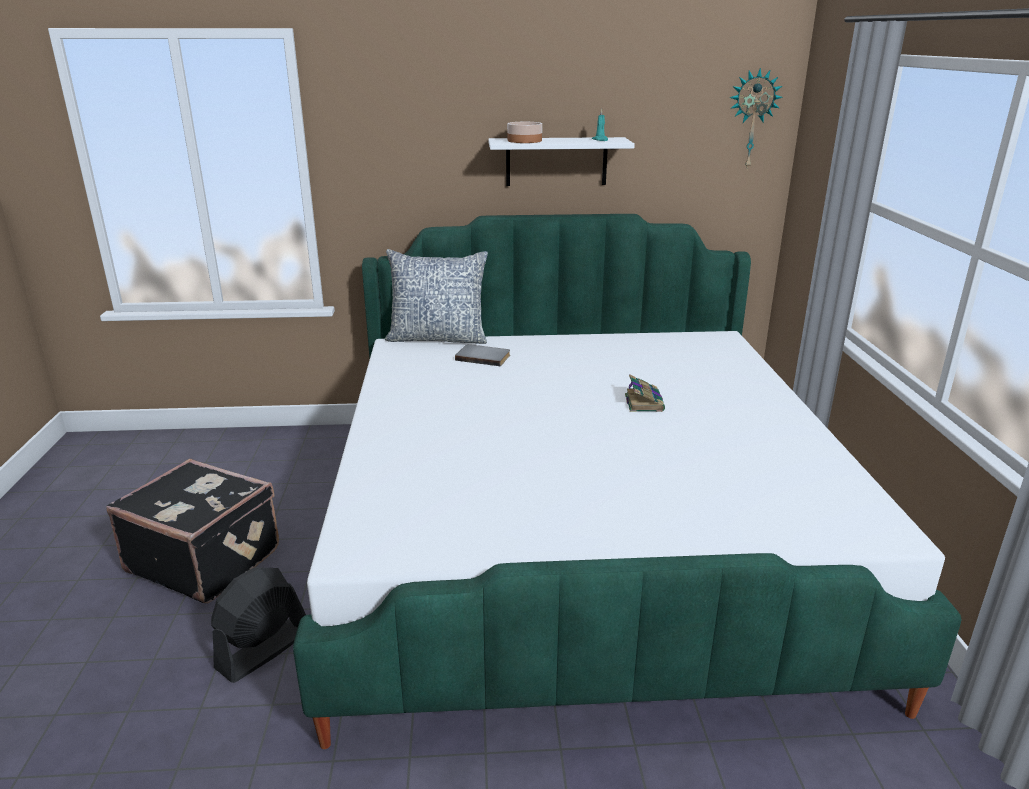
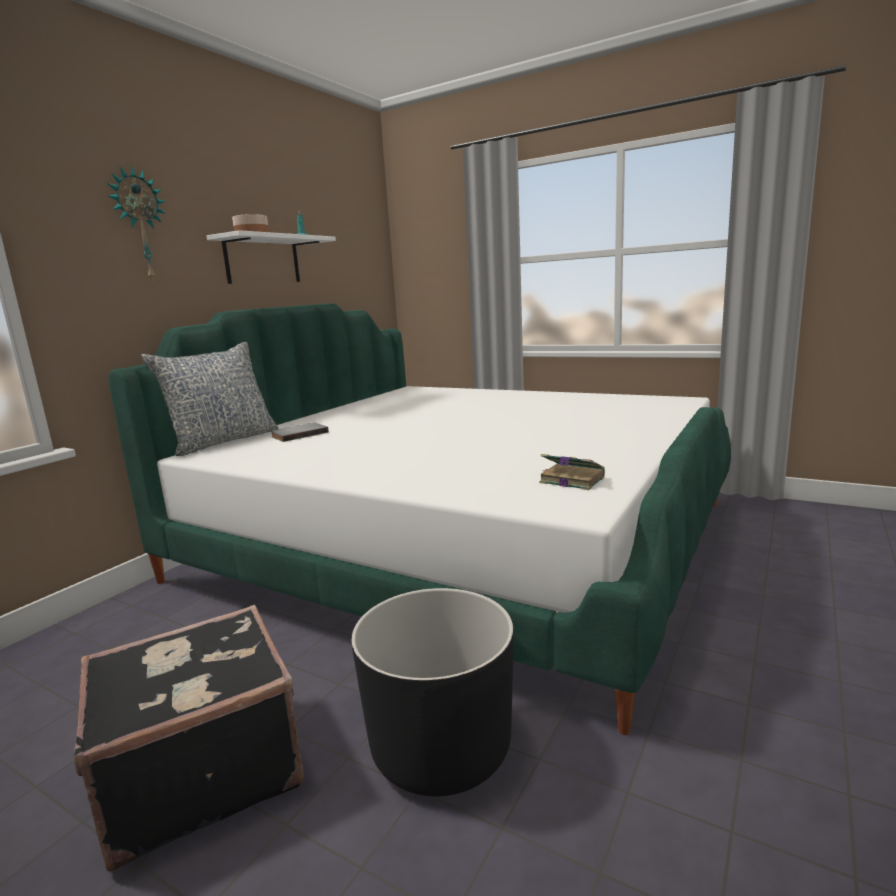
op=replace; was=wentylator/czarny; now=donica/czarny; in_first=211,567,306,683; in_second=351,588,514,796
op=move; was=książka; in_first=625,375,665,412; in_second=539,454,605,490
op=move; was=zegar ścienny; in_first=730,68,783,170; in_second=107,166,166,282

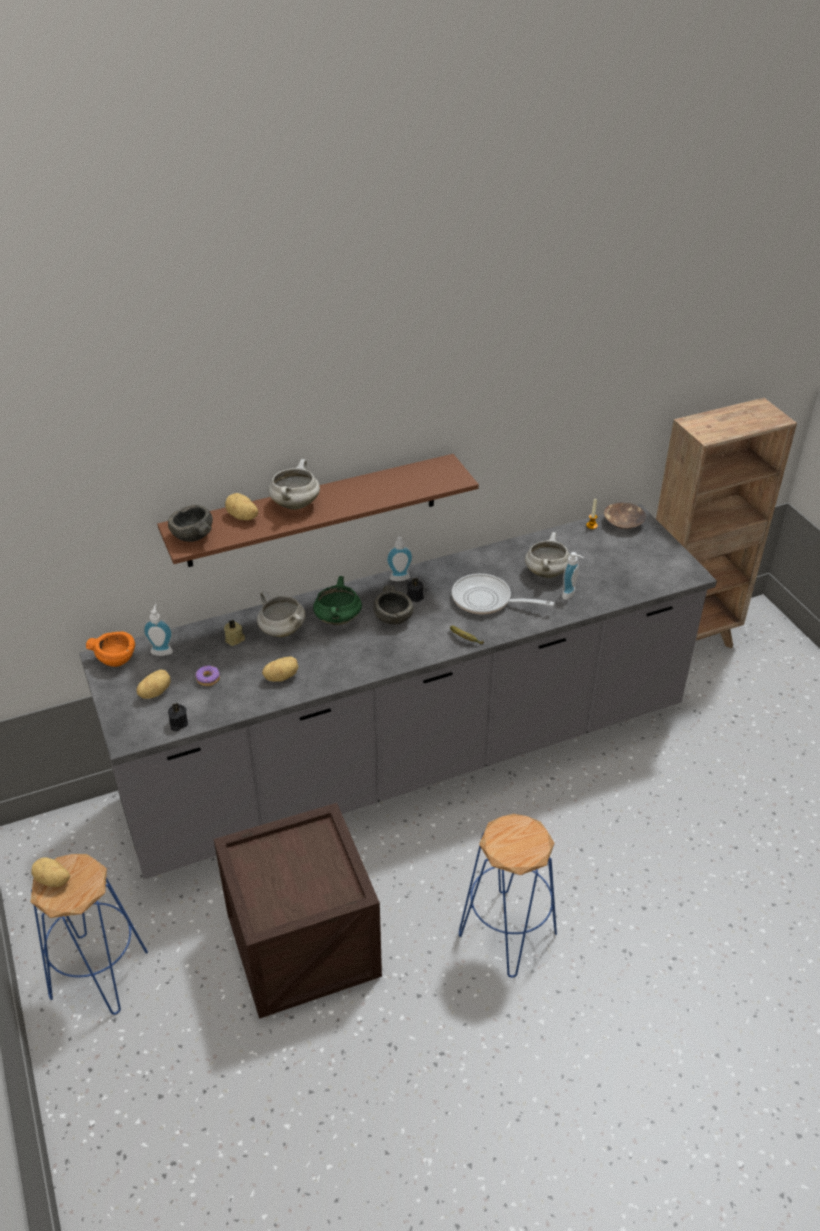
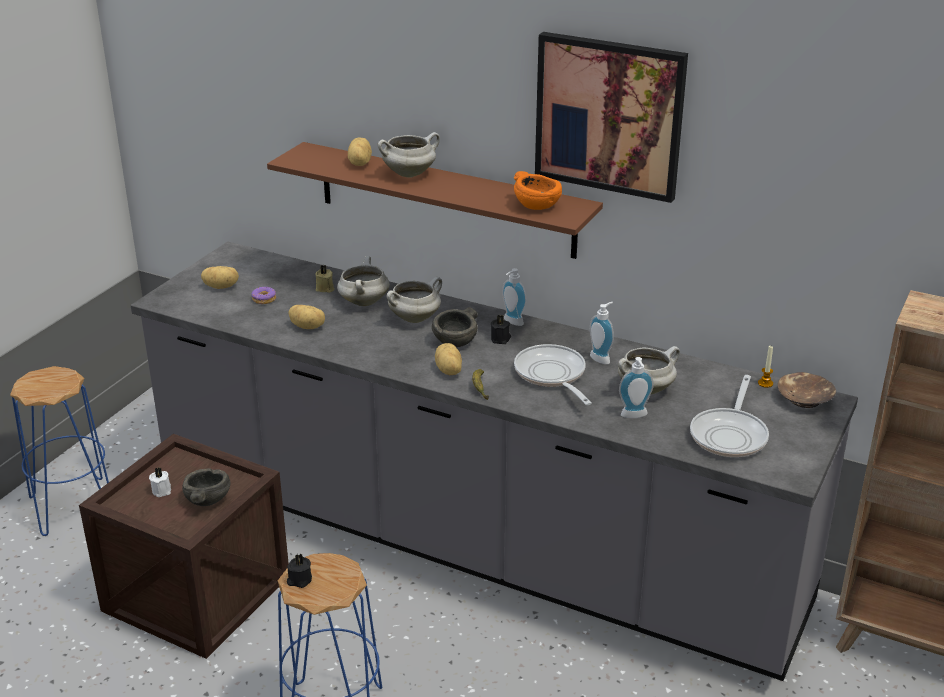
op=move; was=ziemniak; in_first=32,857,70,887; in_second=435,343,462,375
op=move; was=miska/pomarańczowy; in_first=86,631,135,667; in_second=514,171,562,210
op=move; was=dozownik mydła; in_first=143,604,173,656; in_second=590,302,614,364
op=move; was=miska/szary; in_first=168,505,213,542; in_second=182,468,231,506
op=move; was=świeca/czarny; in_first=168,703,188,731; in_second=287,554,312,588
op=recolor; was=garnek/zielony; now=garnek/biały; in_first=313,576,362,625; in_second=386,277,442,323
op=insert; now=świeca/biały; in_second=149,467,171,497
op=insert; now=obraz; in_second=535,32,688,203
op=insert; now=patelnia; in_second=690,375,769,457

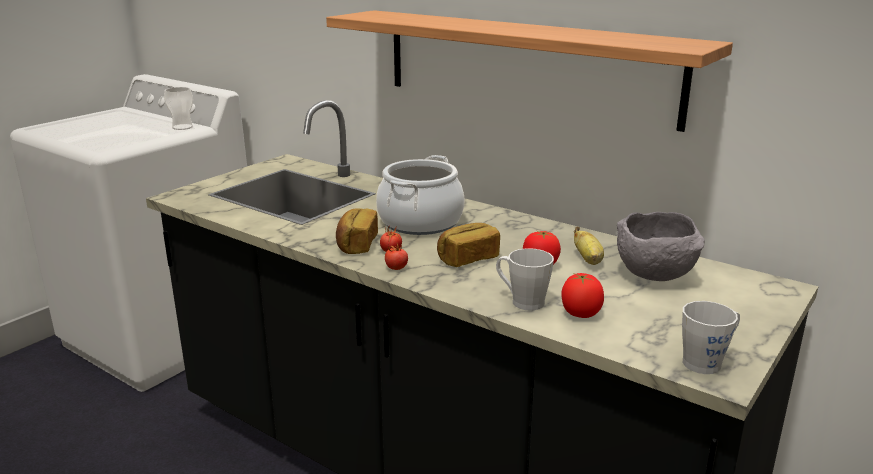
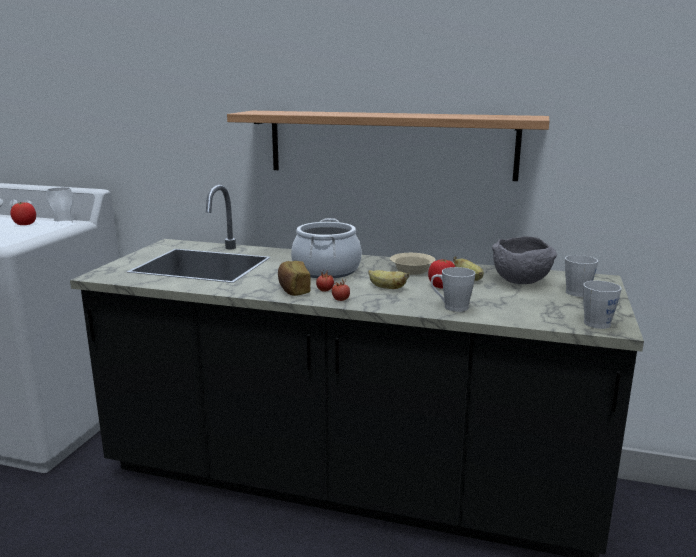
op=replace; was=chleb; now=banan; in_first=437,223,500,267; in_second=368,270,410,289
op=move; was=pomidor; in_first=561,273,604,318; in_second=10,202,36,225
op=insert; now=miska/beżowy; in_second=390,253,435,275
op=insert; now=kubek/szary; in_second=565,255,598,297

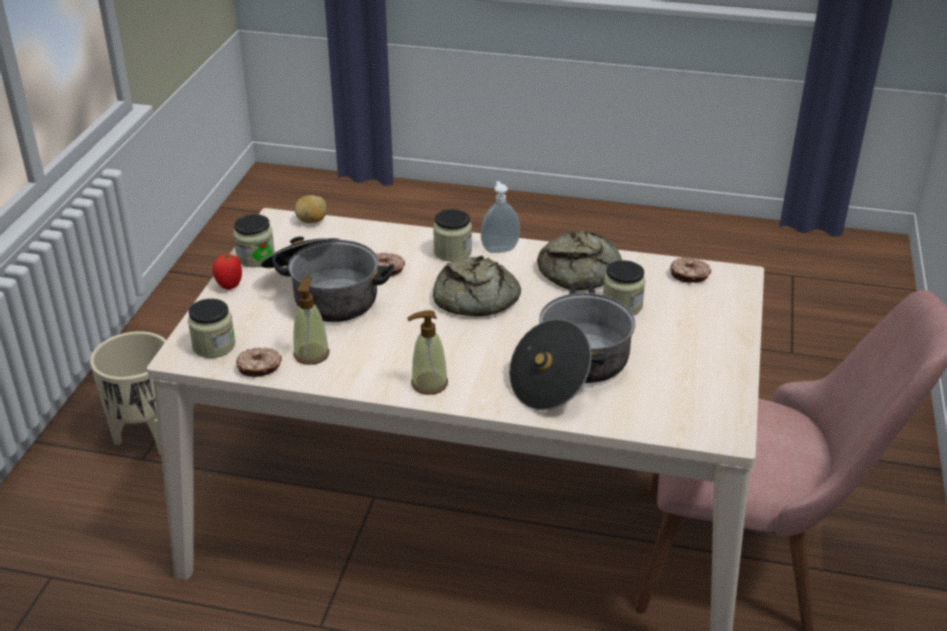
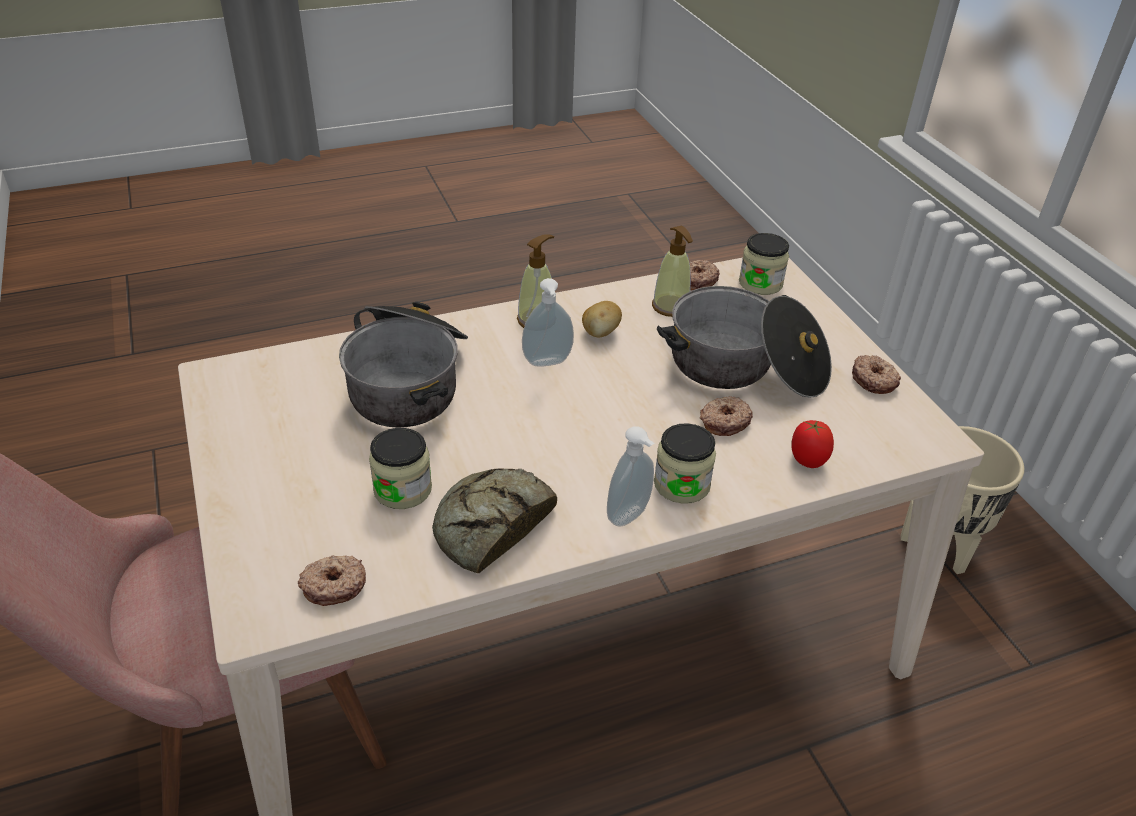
op=move; was=pomidor; in_first=213,254,242,290; in_second=791,420,834,468
op=replace; was=słoik; now=donut; in_first=233,214,275,267; in_second=852,355,901,394
op=move; was=ziemniak; in_first=295,195,327,223; in_second=582,301,622,337
op=delete; was=chleb; in_first=433,255,521,316
op=insert; now=dozownik mydła; in_second=522,278,574,367

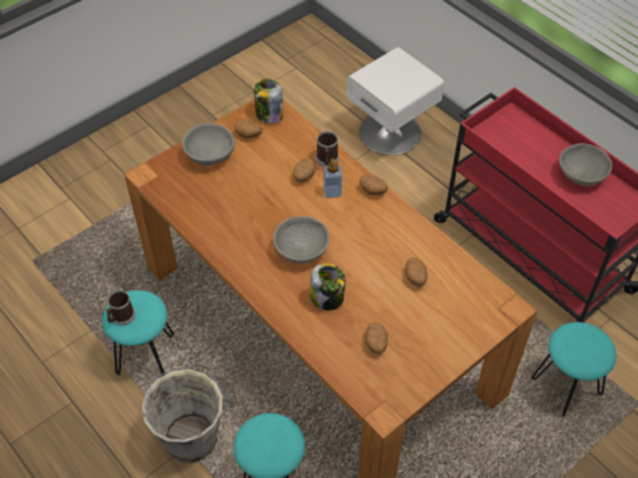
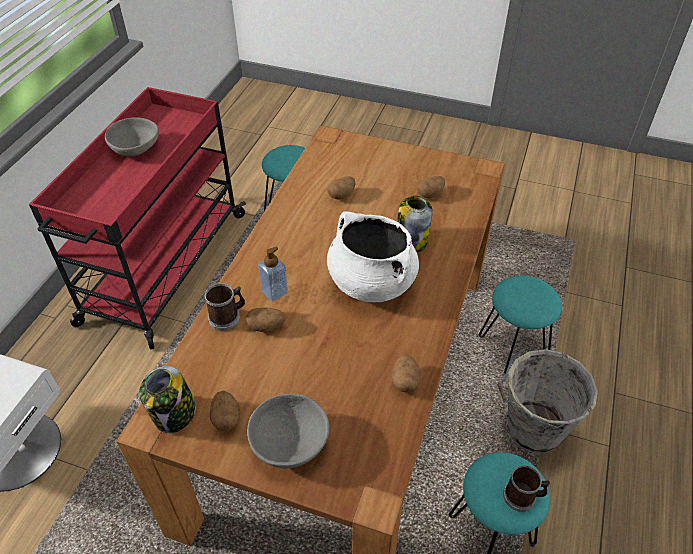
op=replace; was=miska/szary; now=garnek/biały; in_first=273,216,330,264; in_second=327,211,419,302
op=move; was=ziemniak; in_first=359,174,388,195; in_second=392,355,421,393

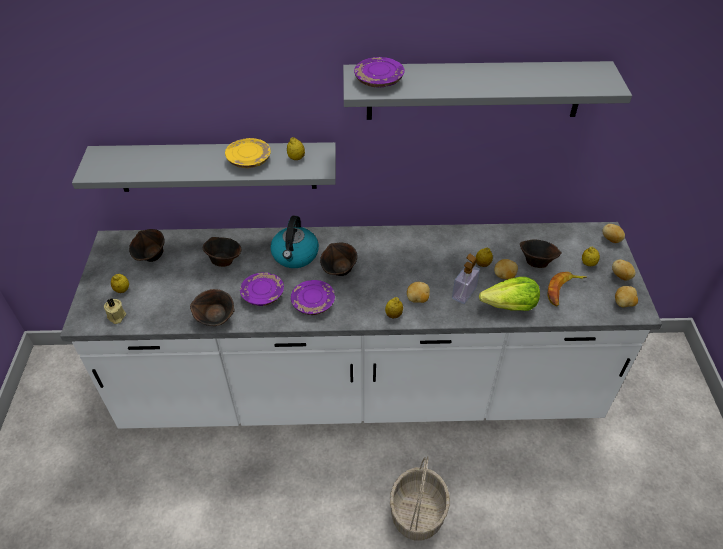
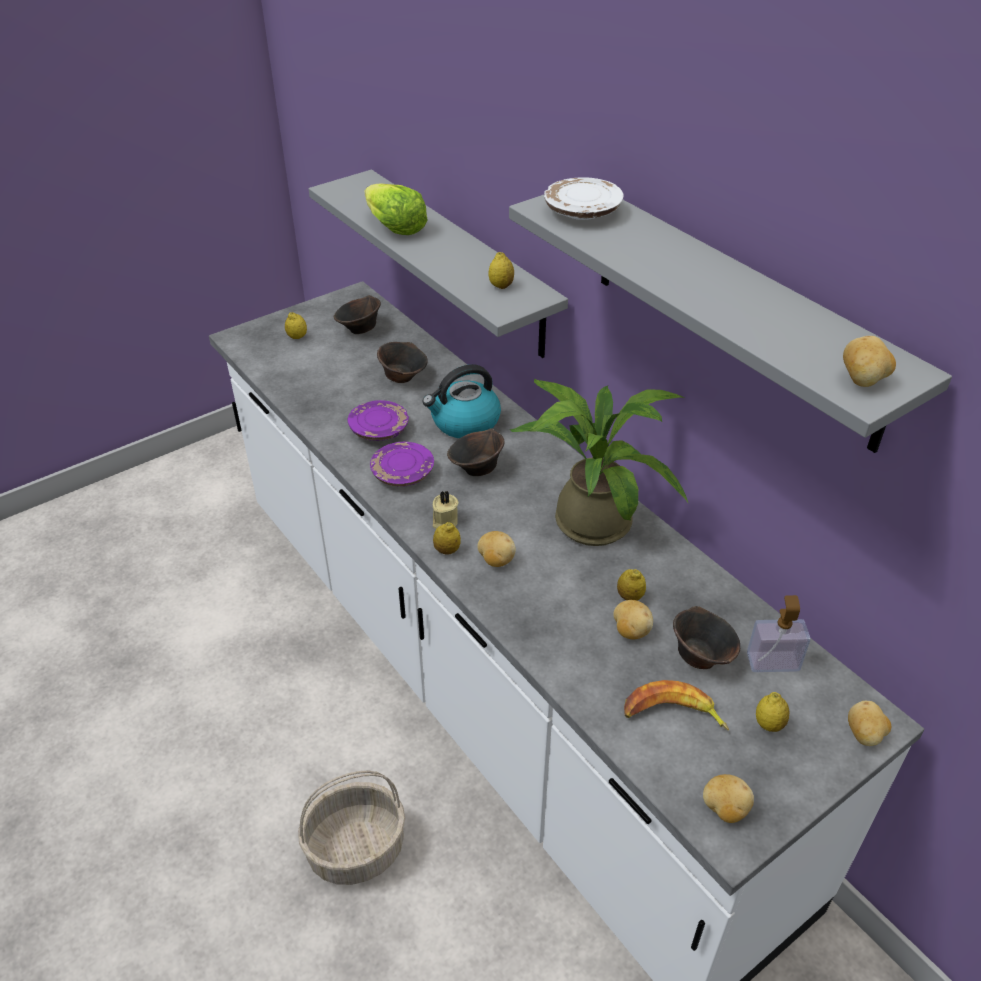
op=move; was=świeca/beżowy; in_first=104,298,126,324; in_second=433,491,458,529
op=delete; was=miska/brązowy; in_first=190,289,235,326
op=delete; was=talerz/żółty; in_first=225,138,271,168
op=recolor; was=talerz/fioletowy; now=talerz/biały; in_first=354,57,405,87; in_second=544,177,624,220
op=move; was=dozownik mydła; in_first=452,254,480,304; in_second=747,595,810,672
op=move; was=sałata; in_first=479,277,540,311; in_second=365,183,428,235
op=move; was=ziemniak; in_first=612,260,635,280; in_second=843,336,896,387
op=insert; now=roślina doniczkowa; in_second=510,378,688,546

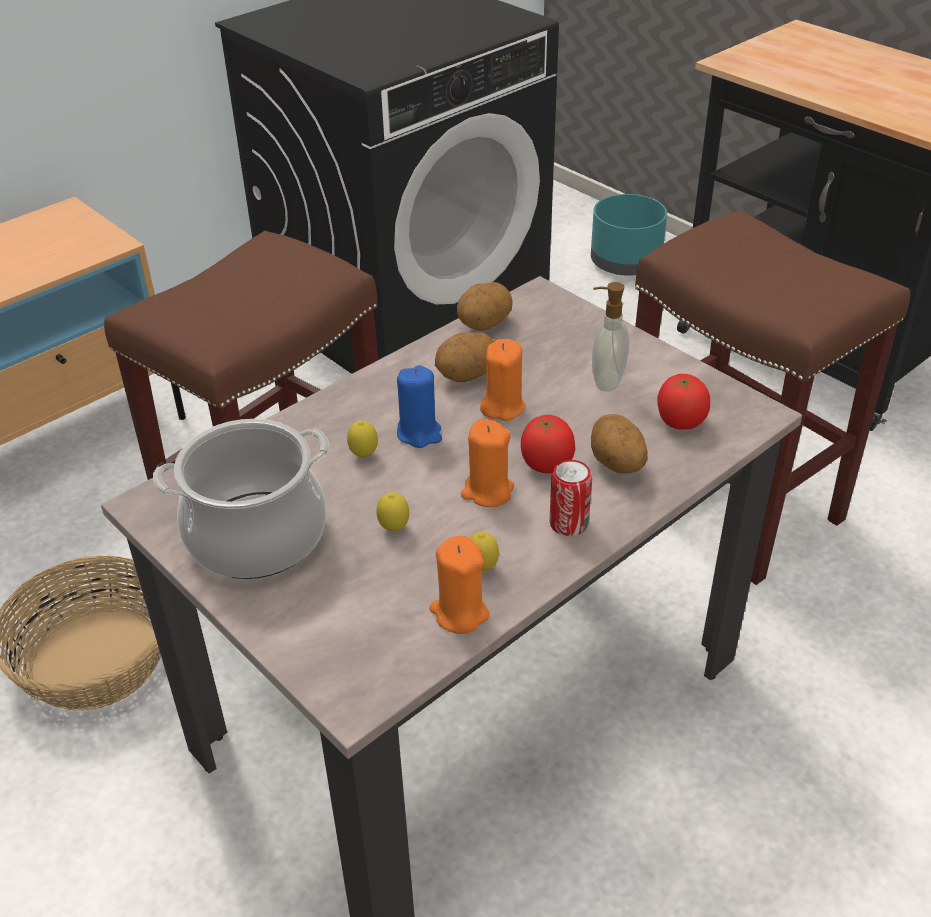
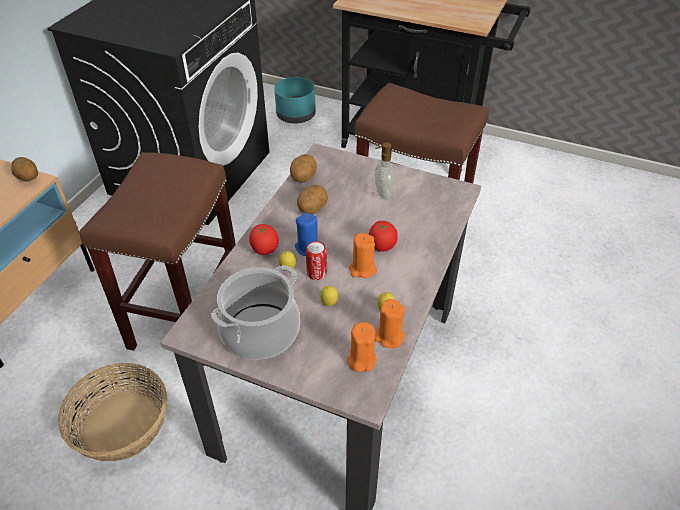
op=move; was=świeca/pomarańczowy; in_first=480,339,526,421; in_second=347,322,376,372
op=move; was=puszka; in_first=549,460,592,536; in_second=306,241,327,280
op=move; was=ziemniak; in_first=591,414,648,474; in_second=11,157,38,181
op=move; was=pomidor; in_first=657,374,710,430; in_second=249,224,279,255

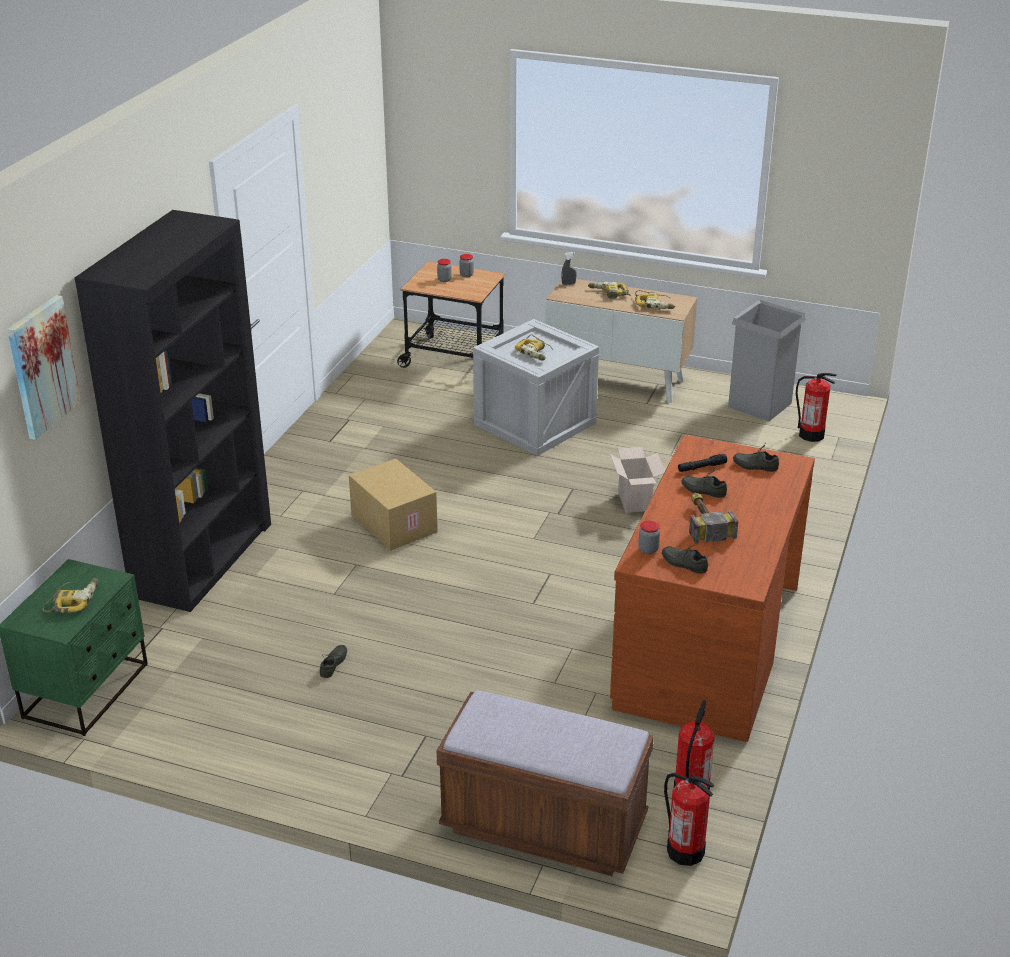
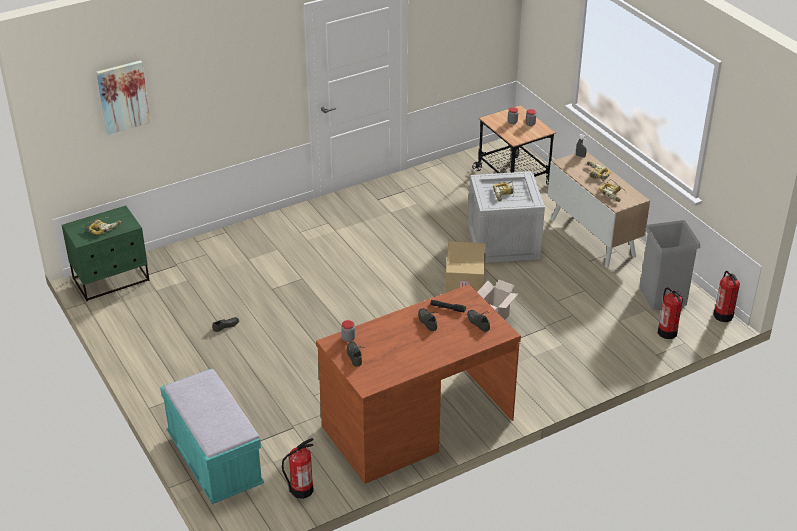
op=delete; was=regał/czarny; in_first=75,210,271,612
op=move; was=karton; in_first=349,458,438,551; in_second=445,241,486,293
op=recolor; was=ławka/brązowy; now=ławka/turkusowy; in_first=436,690,654,876; in_second=160,368,264,504
op=move; was=gaśnica; in_first=664,773,714,866; in_second=713,271,740,322
op=delete; was=młotek; in_first=689,493,738,544

